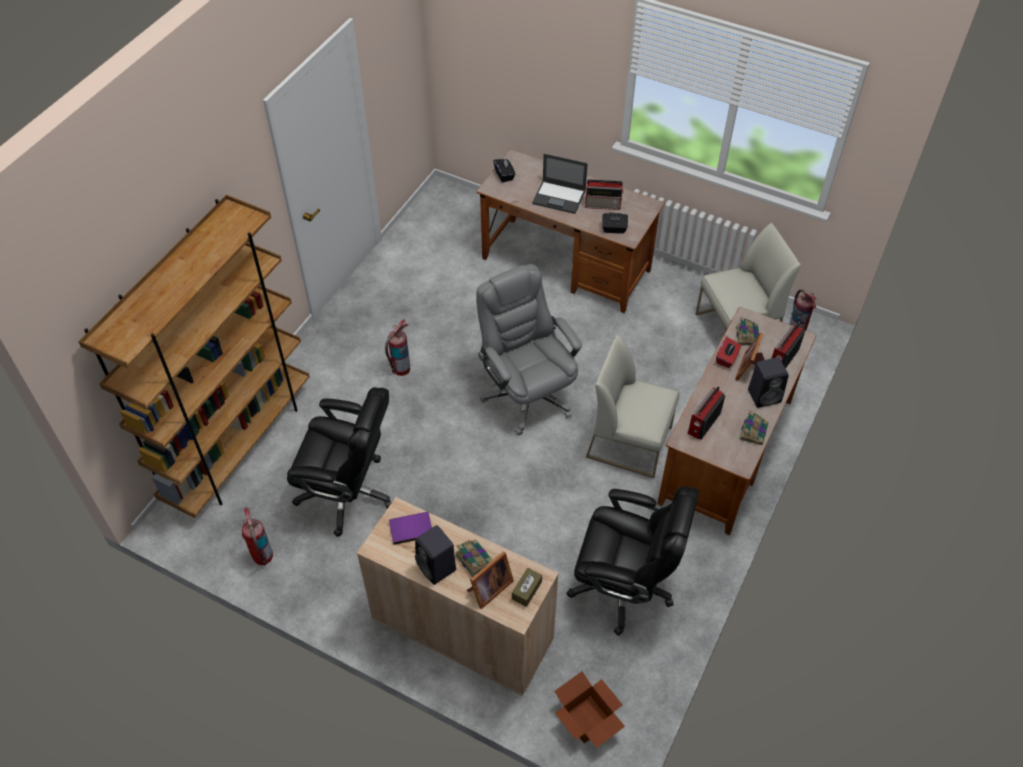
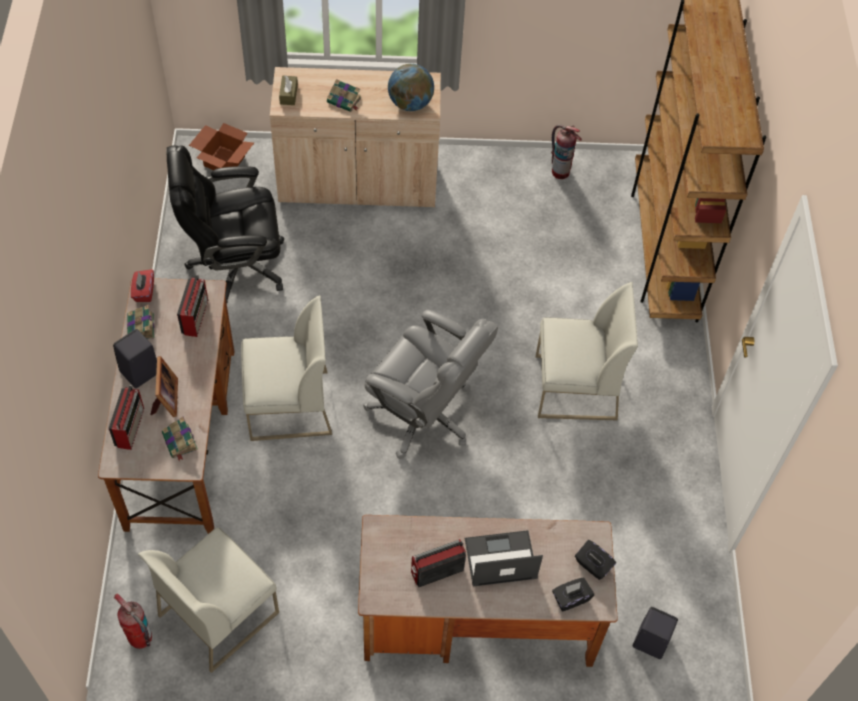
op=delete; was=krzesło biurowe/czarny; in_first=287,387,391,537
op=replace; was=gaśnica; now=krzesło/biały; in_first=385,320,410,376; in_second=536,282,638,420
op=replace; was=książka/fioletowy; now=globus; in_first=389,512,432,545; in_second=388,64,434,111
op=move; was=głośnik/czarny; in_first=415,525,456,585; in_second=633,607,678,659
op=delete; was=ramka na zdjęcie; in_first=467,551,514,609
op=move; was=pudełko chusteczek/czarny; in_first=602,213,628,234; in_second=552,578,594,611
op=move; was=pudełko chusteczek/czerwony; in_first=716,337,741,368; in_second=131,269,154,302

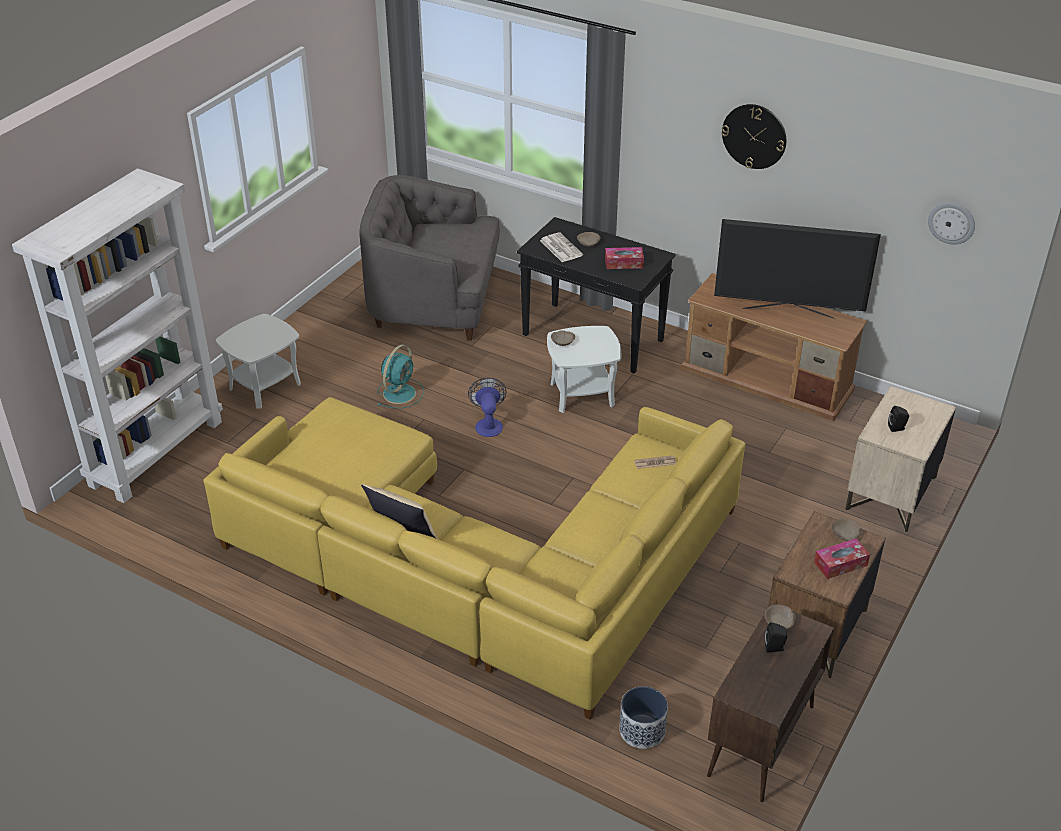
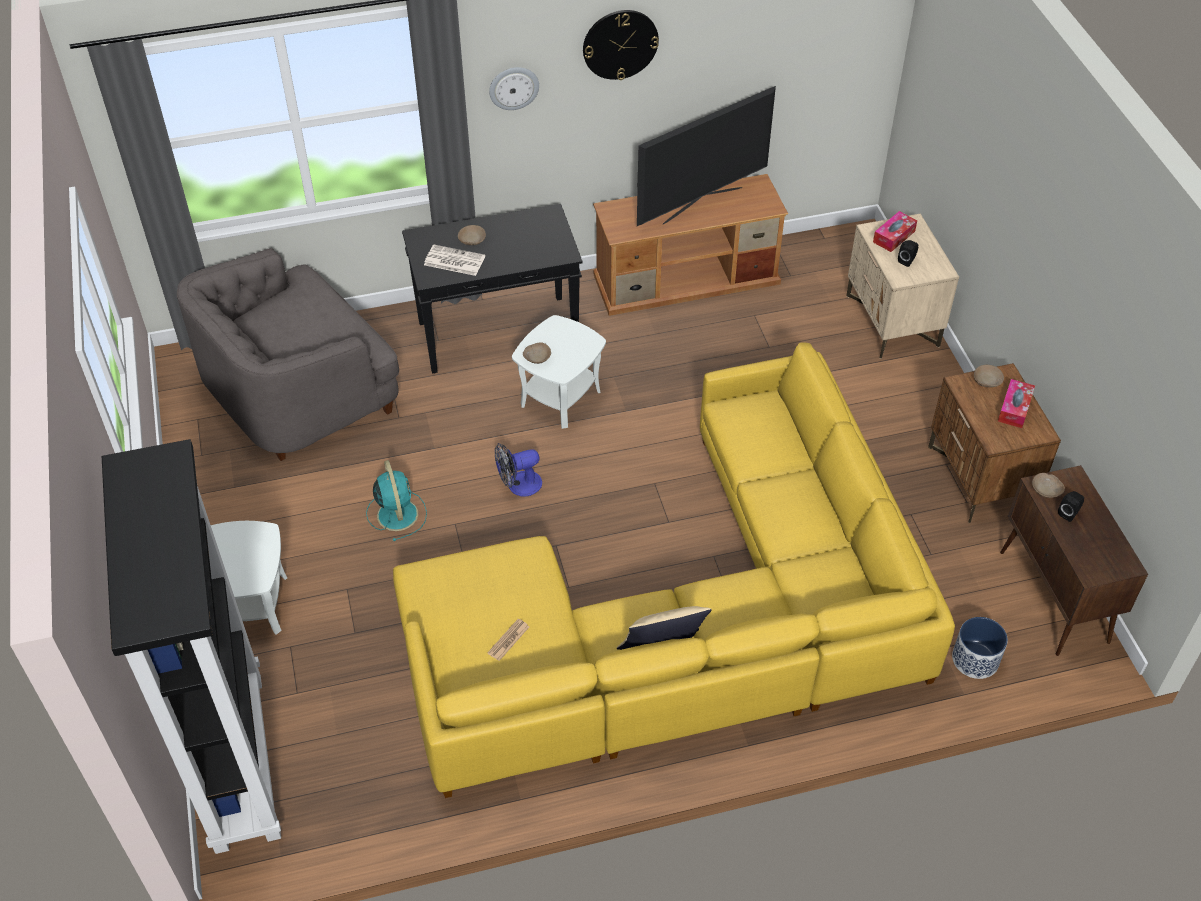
op=recolor; was=regał/biały; now=regał/czarny; in_first=12,169,223,503; in_second=102,439,281,854
op=rotate; was=wentylator; in_first=468,377,507,437; in_second=495,443,542,497; clockwise=-60
op=move; was=pudełko chusteczek; in_first=605,247,644,269; in_second=873,211,917,252
op=move; was=gazeta; in_first=634,455,676,469; in_second=487,619,529,661
op=move; was=zegar ścienny; in_first=928,202,975,245; in_second=489,67,539,110

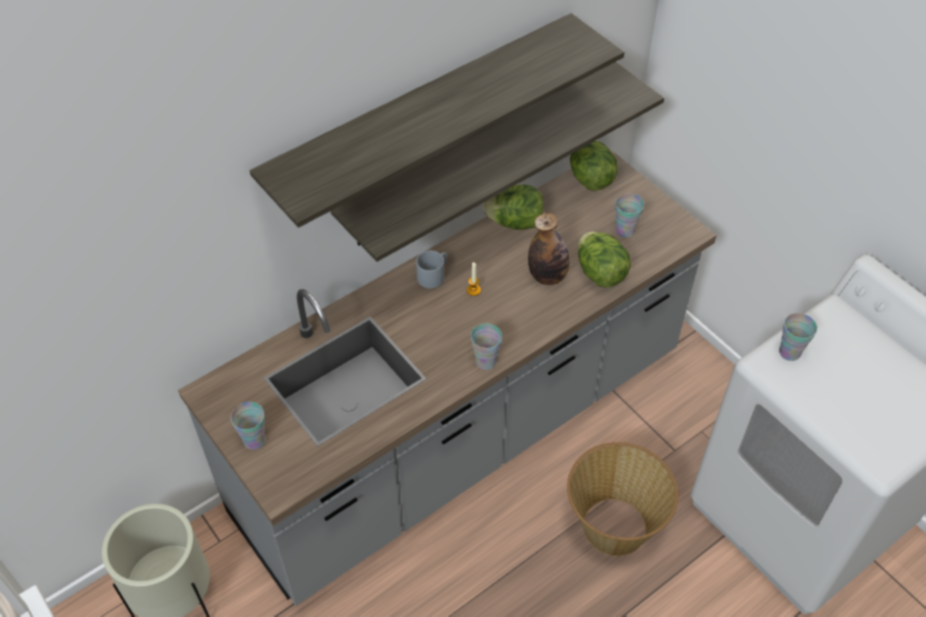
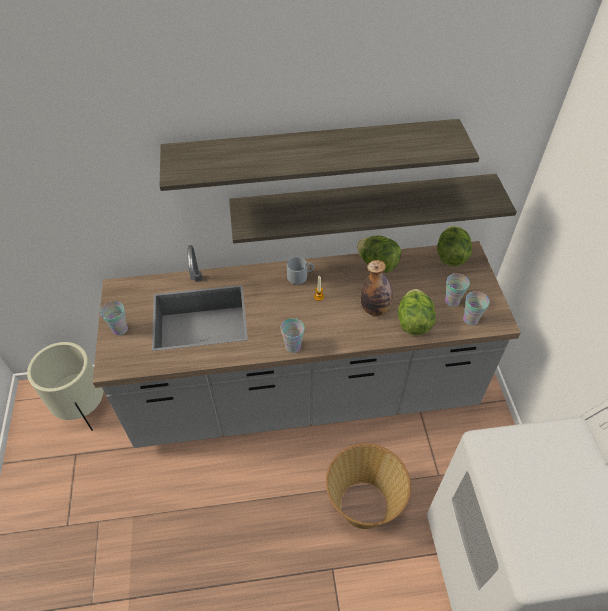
op=move; was=filiżanka; in_first=779,313,817,361; in_second=463,291,490,325

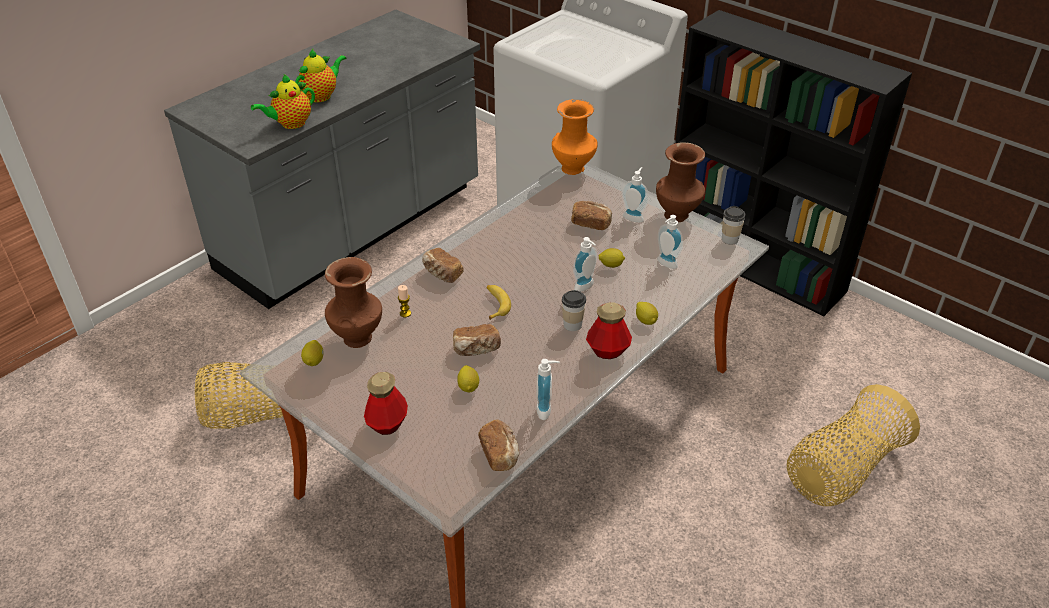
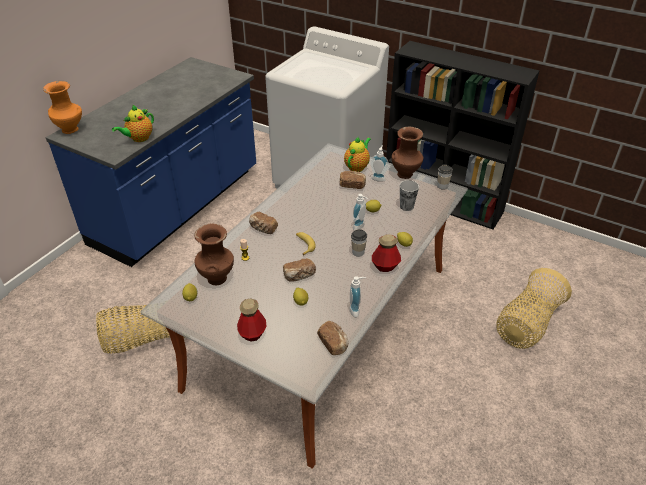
op=recolor; was=zabudowa kuchenna/szary; now=zabudowa kuchenna/niebieski; in_first=164,10,480,309; in_second=46,57,256,267
op=move; was=imbryk; in_first=295,49,346,102; in_second=344,136,371,172
op=move; was=wazon/pomarańczowy; in_first=552,99,598,175; in_second=43,81,82,134
op=replace; was=dozownik mydła; now=filiżanka; in_first=657,215,683,269; in_second=400,180,419,211

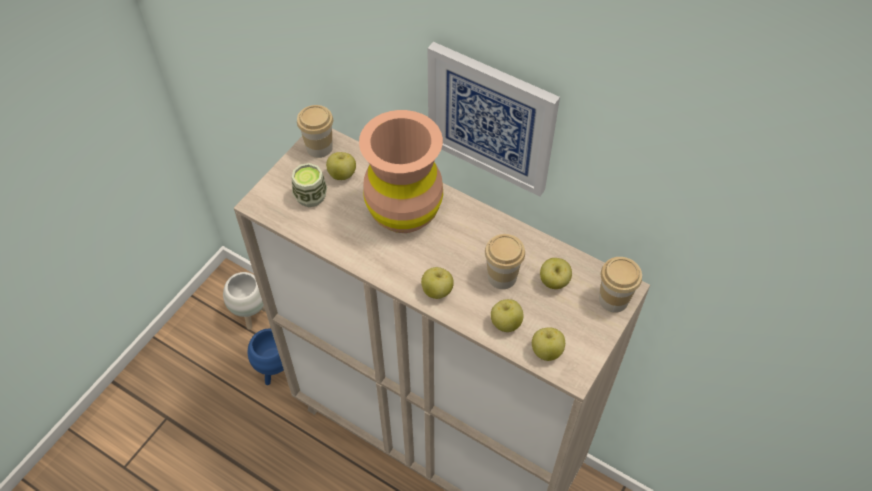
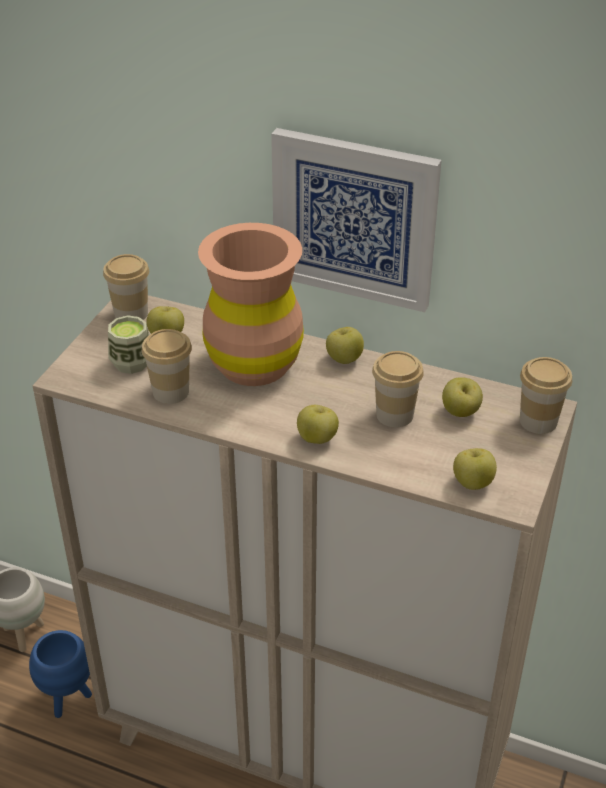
op=move; was=jabłko; in_first=491,299,524,332; in_second=326,327,364,364
op=insert; now=filiżanka; in_second=142,329,192,404

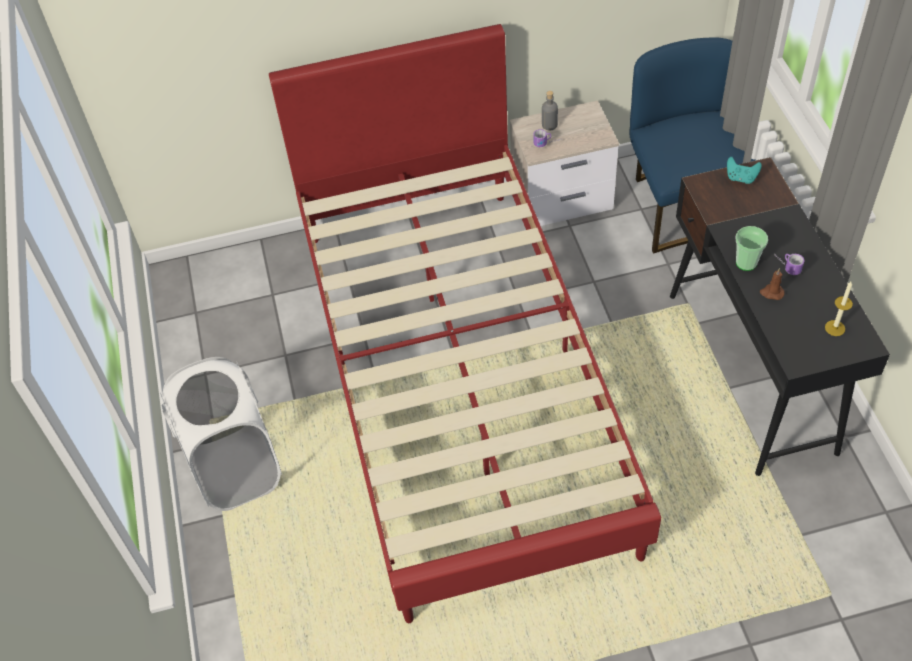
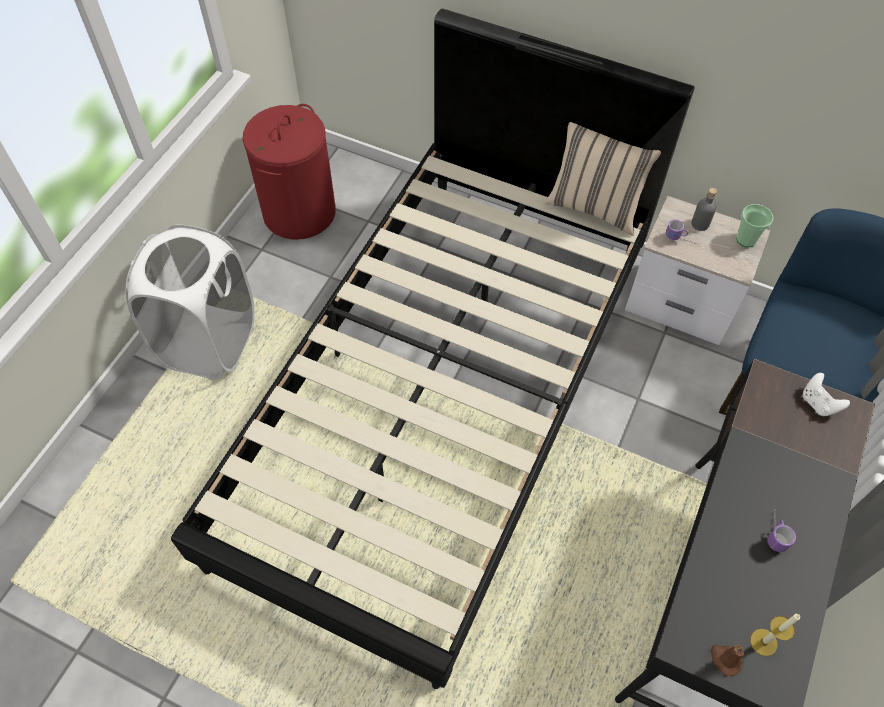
op=recolor; was=łóżko/czerwony; now=łóżko/czarny; in_first=269,24,661,623; in_second=171,8,695,689
op=recolor; was=pad do gier/turkusowy; now=pad do gier/biały; in_first=727,157,762,184; in_second=803,373,850,416
op=move; was=filiżanka; in_first=736,226,768,271; in_second=736,204,774,247
op=move; was=świeca/brązowy; in_first=760,268,785,300; in_second=711,645,744,676
op=insert; now=kosz na pranie/czerwony; in_second=243,104,336,240
op=insert; now=poduszka/beżowy; in_second=545,122,661,236

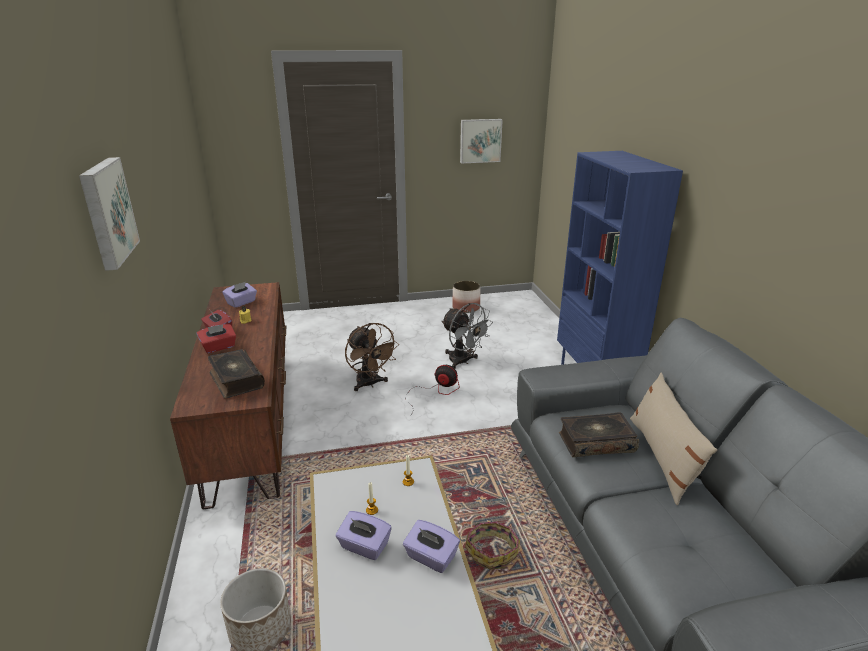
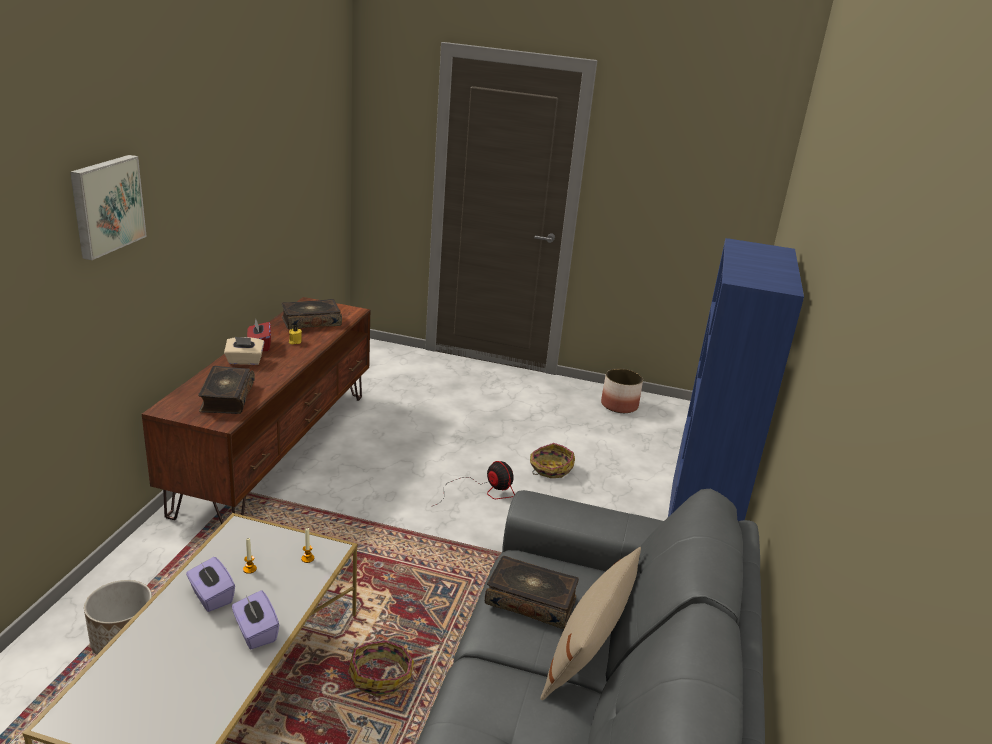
op=recolor; was=pudełko chusteczek/czerwony; now=pudełko chusteczek/beżowy; in_first=197,324,236,353; in_second=224,337,264,365
op=replace; was=pudełko chusteczek/fioletowy; now=książka; in_first=222,282,257,308; in_second=281,299,342,329
op=delete; was=wentylator/brązowy; in_first=345,323,399,391
op=replace; was=wentylator/szary; now=koszyk; in_first=441,303,493,368; in_second=530,443,575,478
op=delete; was=obraz; in_first=460,119,503,164

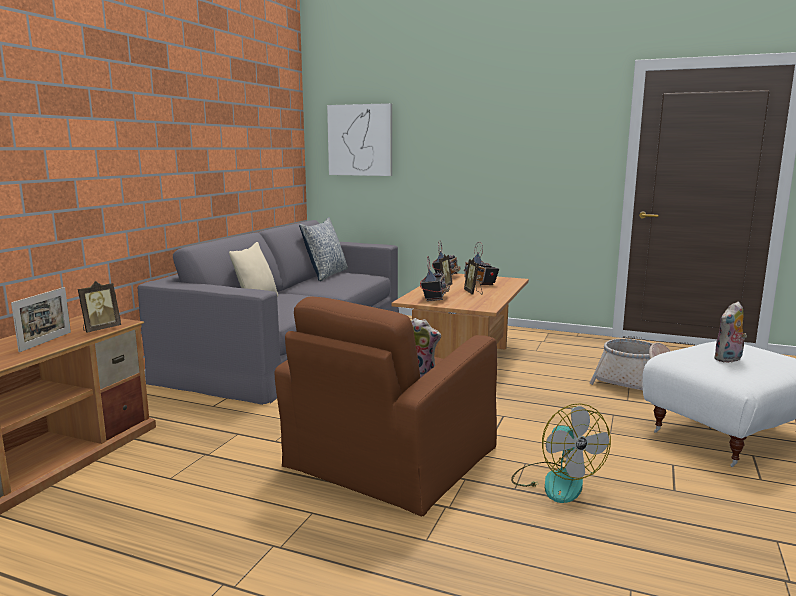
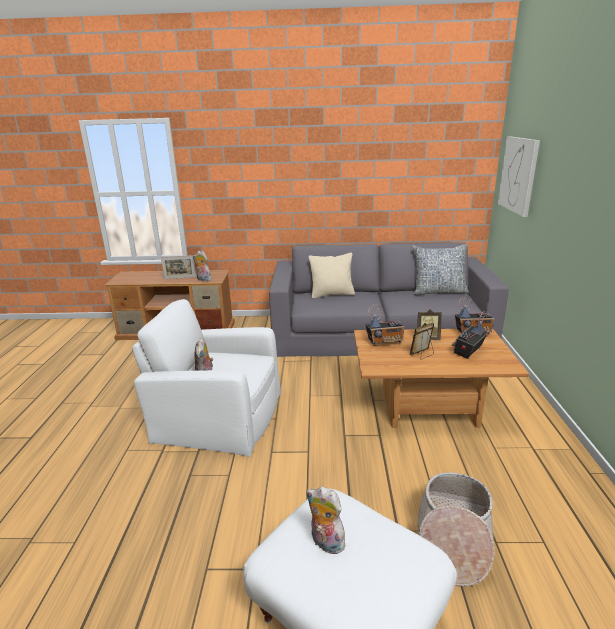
op=replace; was=ramka na zdjęcie; now=pluszak; in_first=78,281,121,333; in_second=193,251,212,282
op=recolor; was=fotel/brązowy; now=fotel/biały; in_first=275,297,497,516; in_second=132,299,281,457
op=delete; was=wentylator; in_first=511,403,611,503

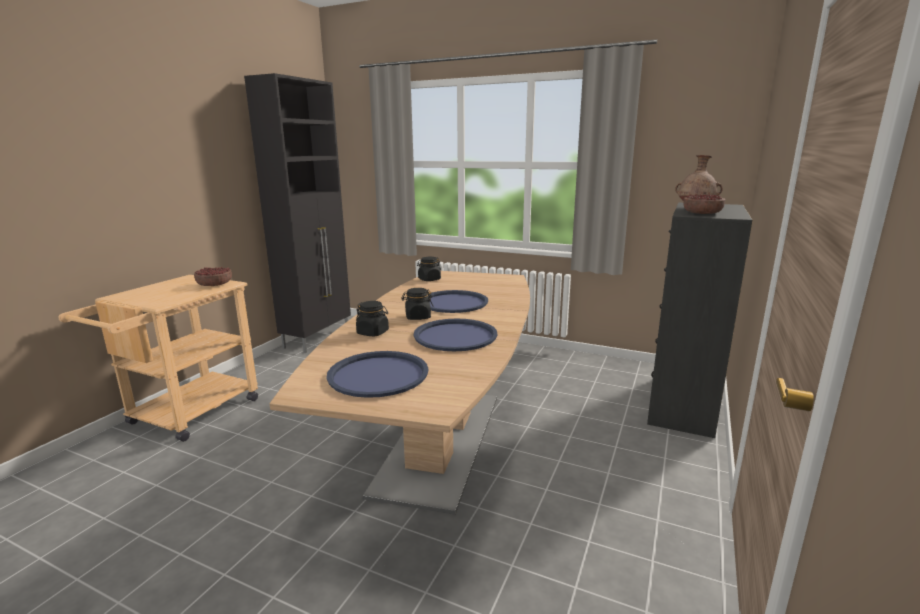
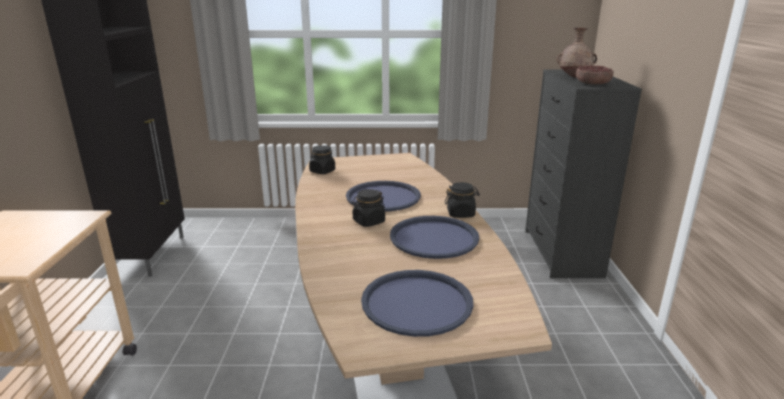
op=delete; was=miska; in_first=194,267,232,286
op=move; was=słoik/czarny; in_first=356,301,389,336; in_second=445,182,480,218

